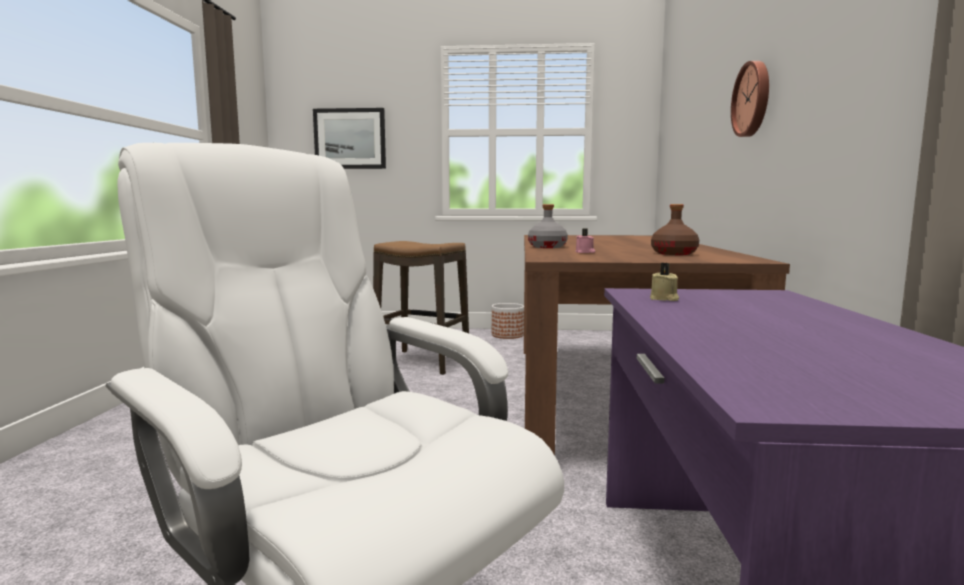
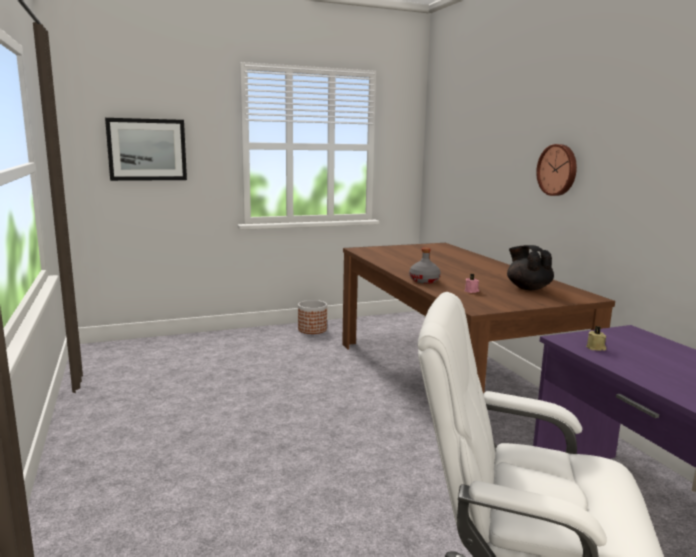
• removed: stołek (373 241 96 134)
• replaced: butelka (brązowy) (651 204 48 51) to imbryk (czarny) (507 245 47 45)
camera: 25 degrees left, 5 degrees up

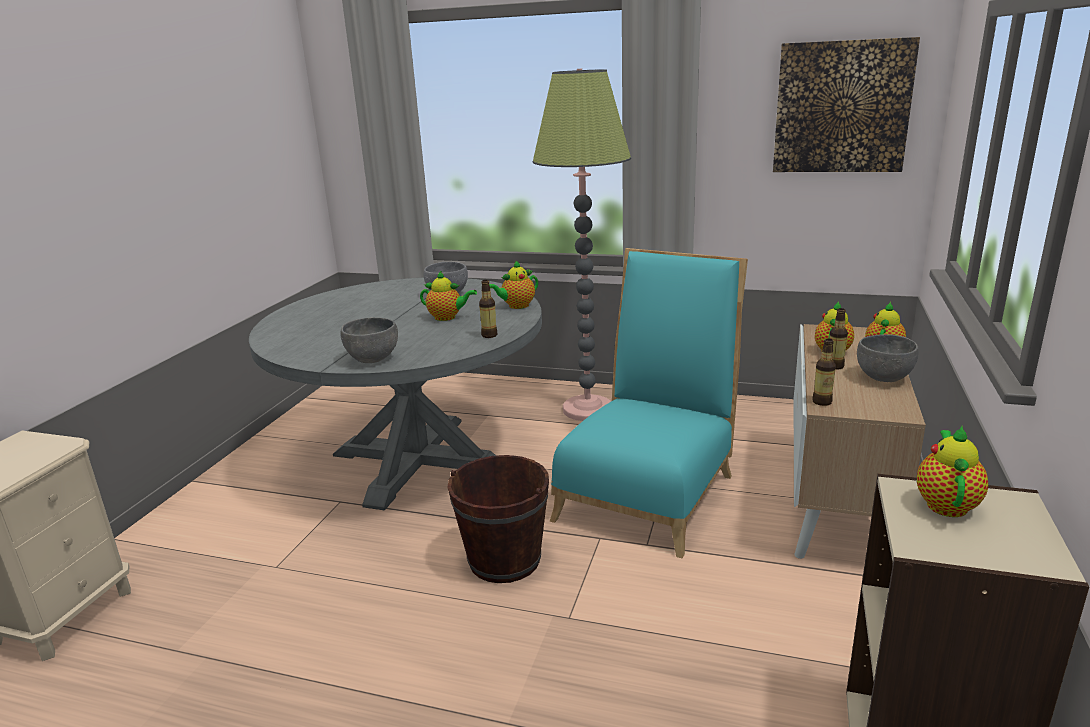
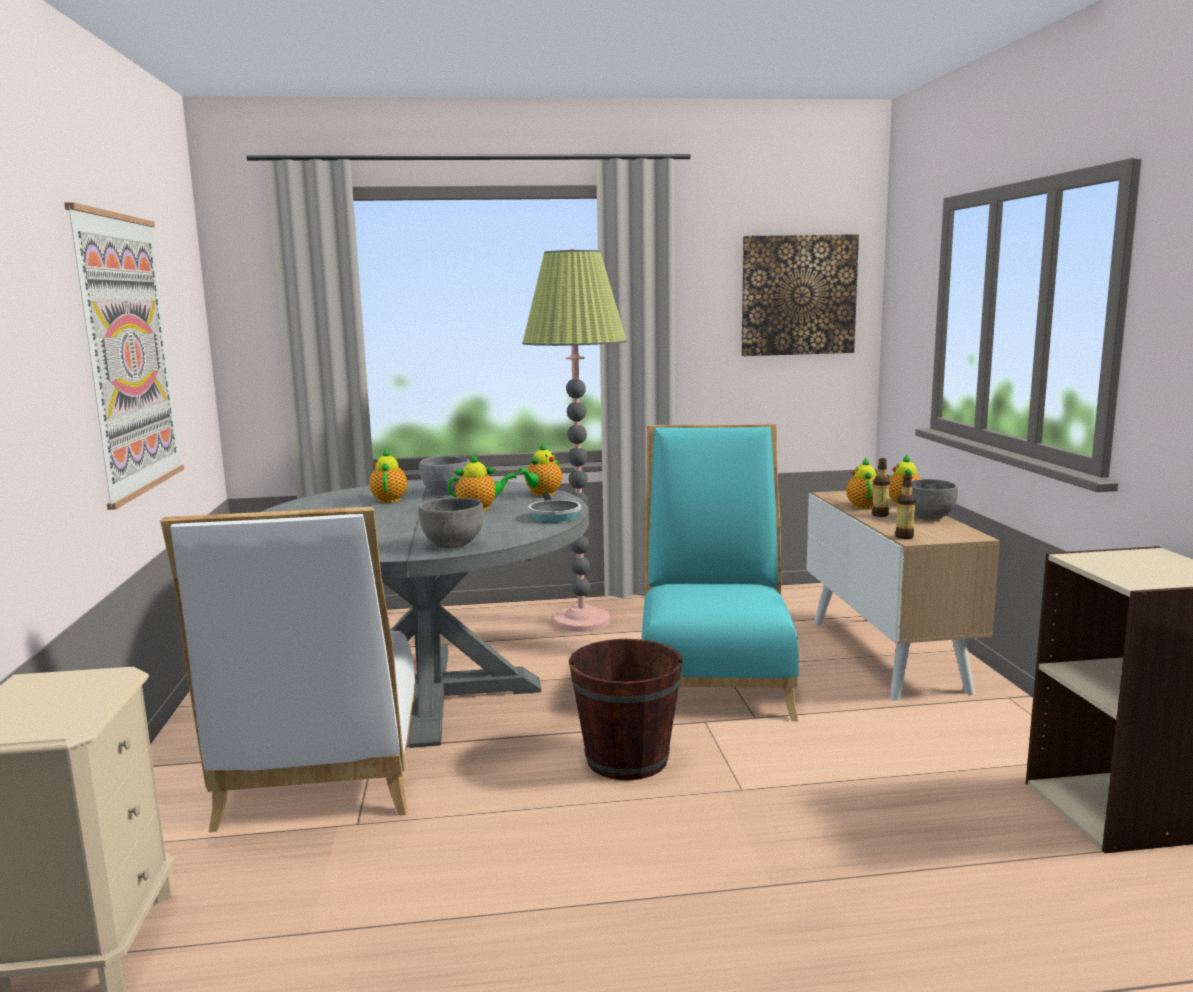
• added: obraz (64 202 120 308)
• added: krzesło (biały) (160 507 256 325)
• moved: imbryk (917 426 71 91) to (369 448 38 55)
• replaced: butelka (479 280 18 58) to patelnia (528 492 53 31)
camera: 25 degrees left, 10 degrees down

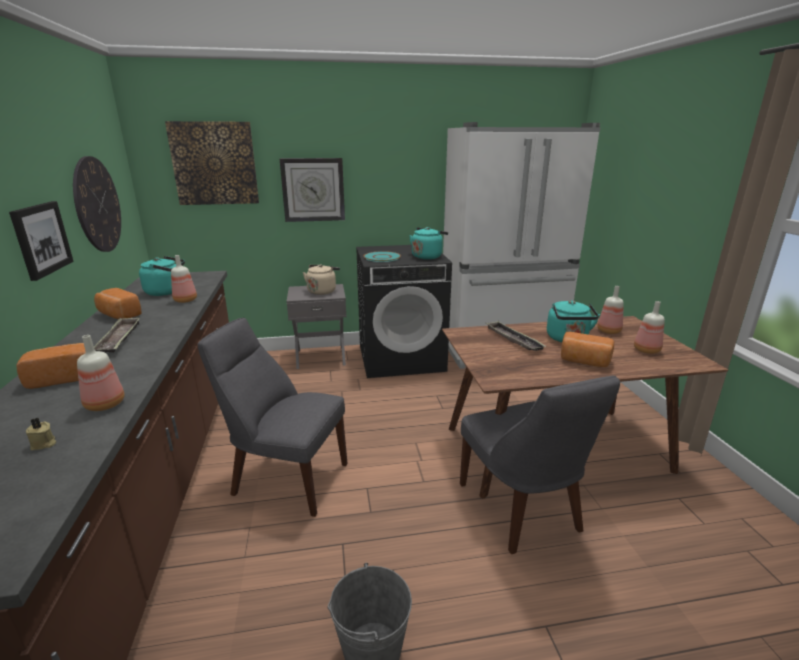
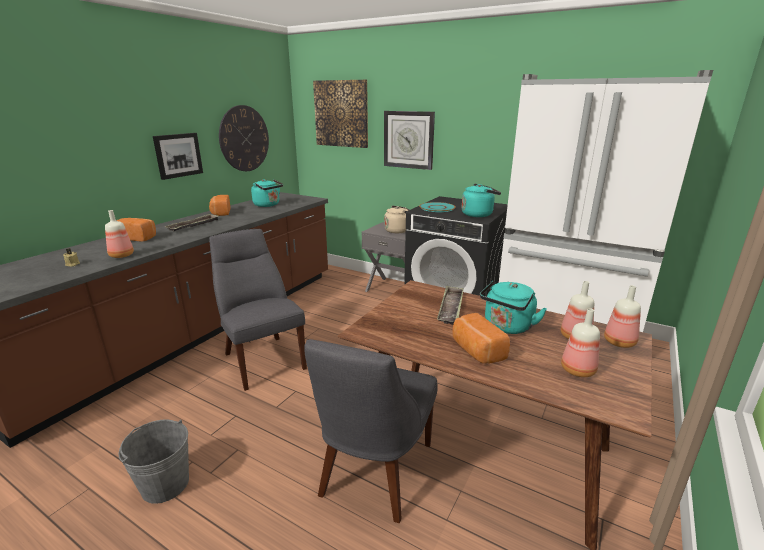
• moved: butelka (171 255 26 48) to (604 285 37 63)
camera: 40 degrees right, 0 degrees up

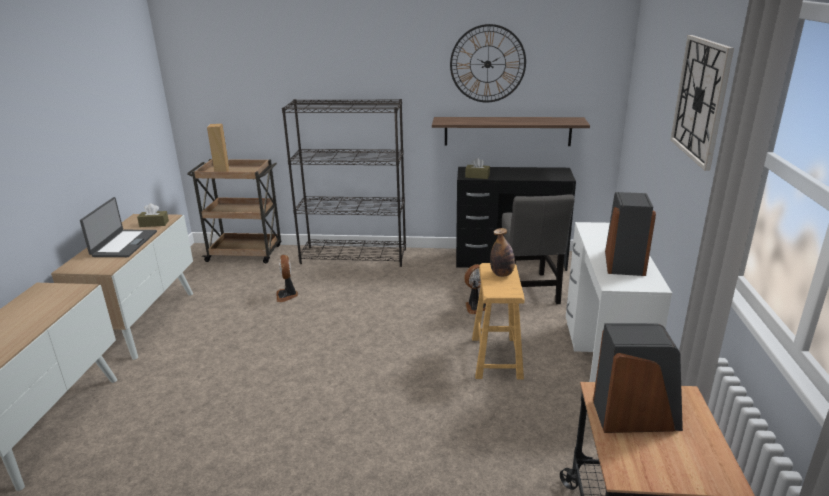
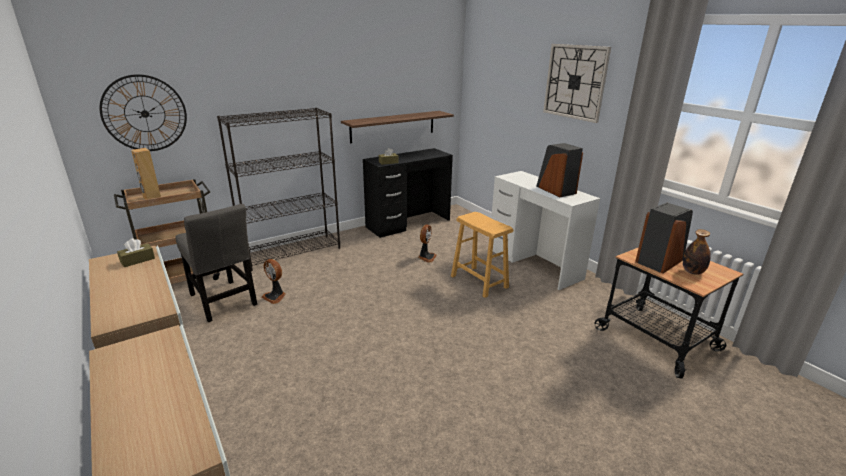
• removed: laptop (80 197 77 60)
• moved: zegar ścienny (450 24 76 79) to (99 74 88 77)
• moved: butelka (490 228 25 49) to (683 229 28 46)
• moved: krzesło (szary) (502 194 73 110) to (175 204 82 118)
camera: 40 degrees left, 0 degrees up

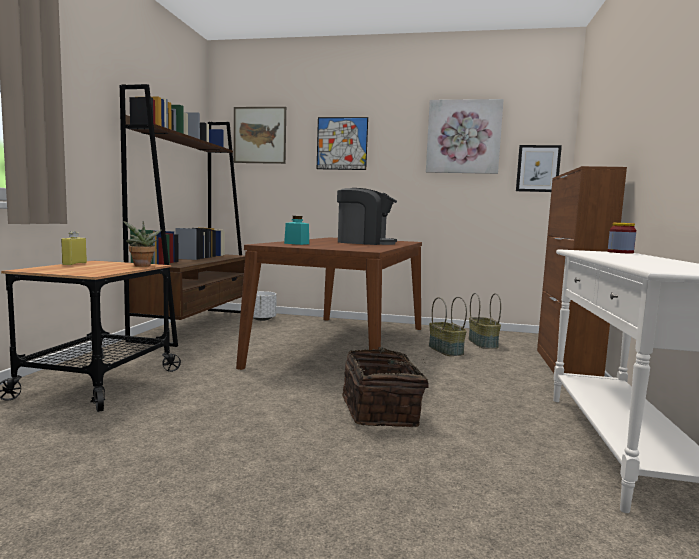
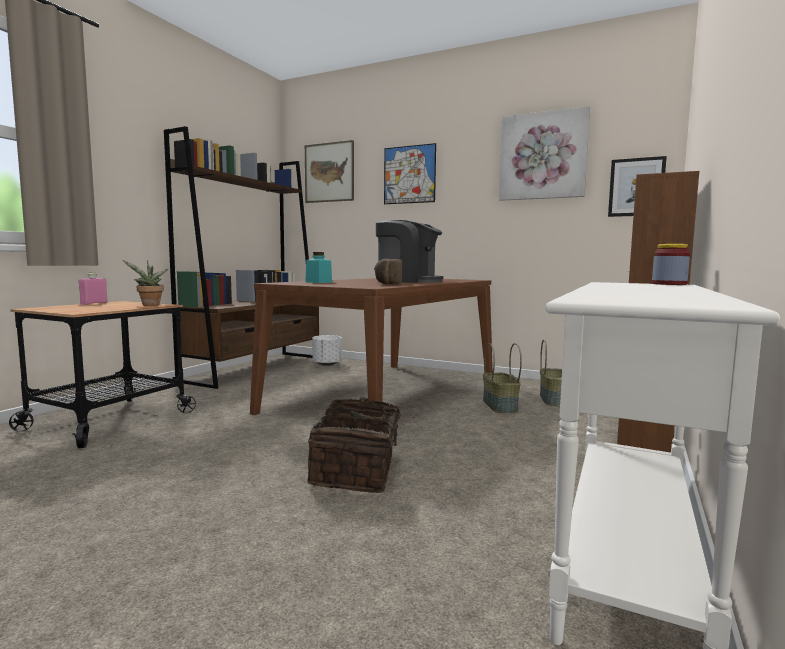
• added: chleb (374 259 28 25)
• recoloured: butelka (żółty) (61 231 26 34) to butelka (różowy) (79 272 29 33)
camera: 15 degrees right, 0 degrees up

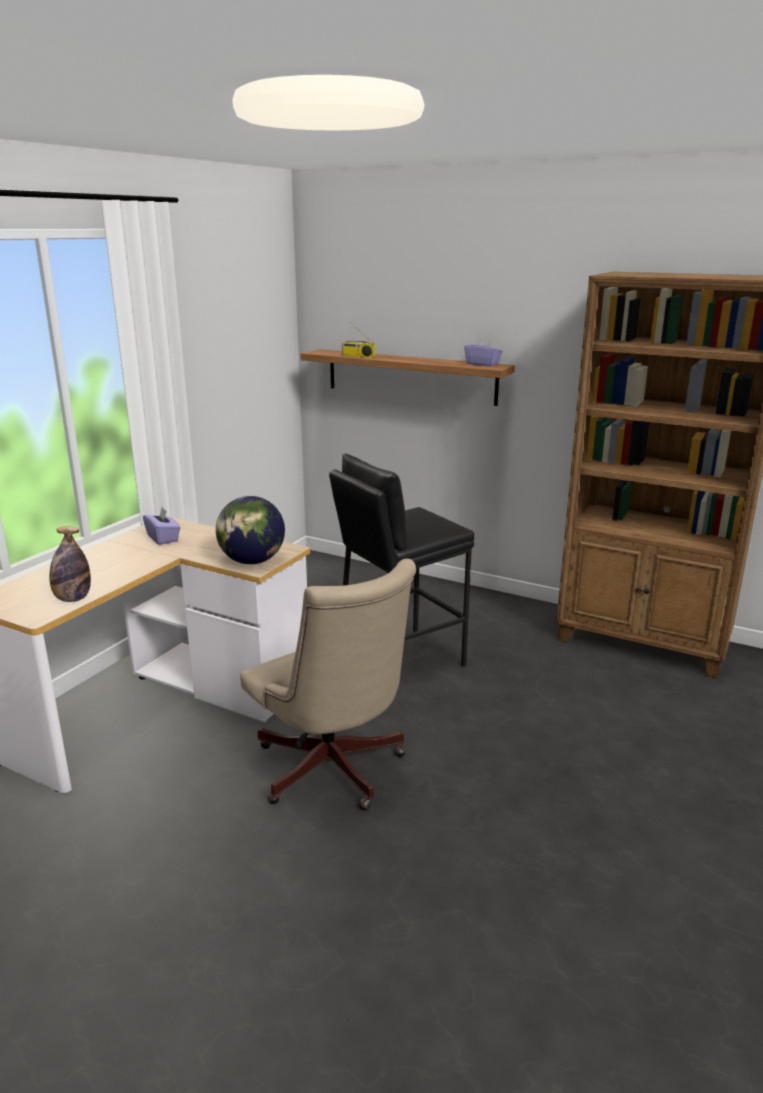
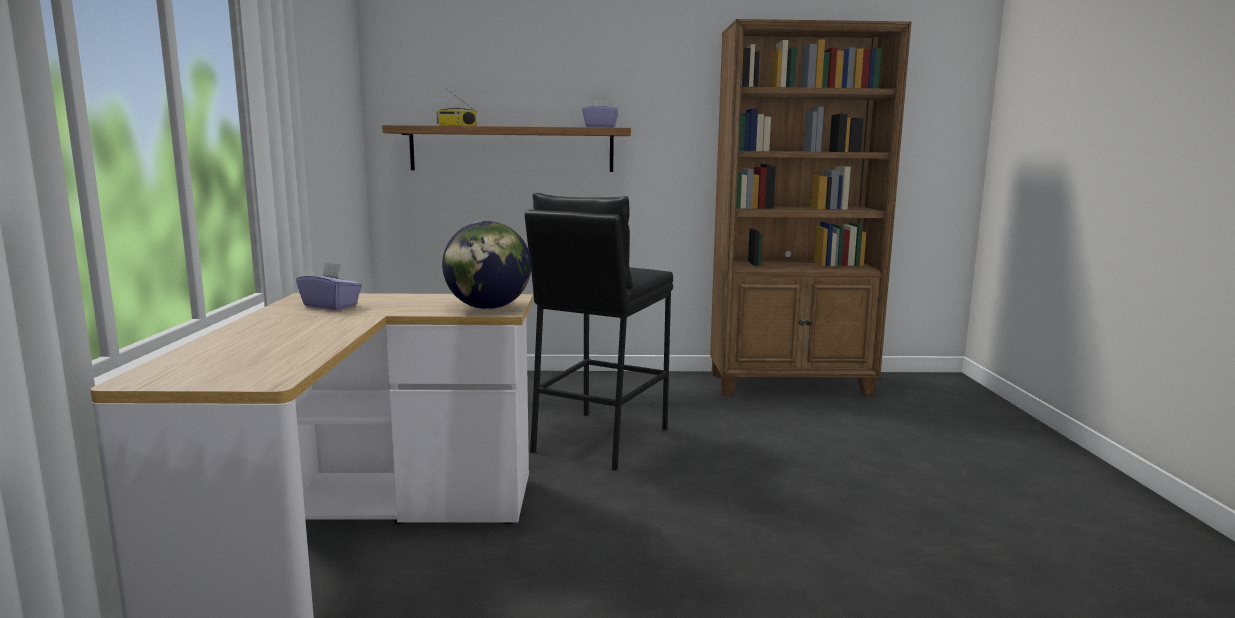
• removed: butelka (49 526 42 76)
• removed: krzesło biurowe (beżowy) (240 558 176 252)
camera: 30 degrees left, 10 degrees down

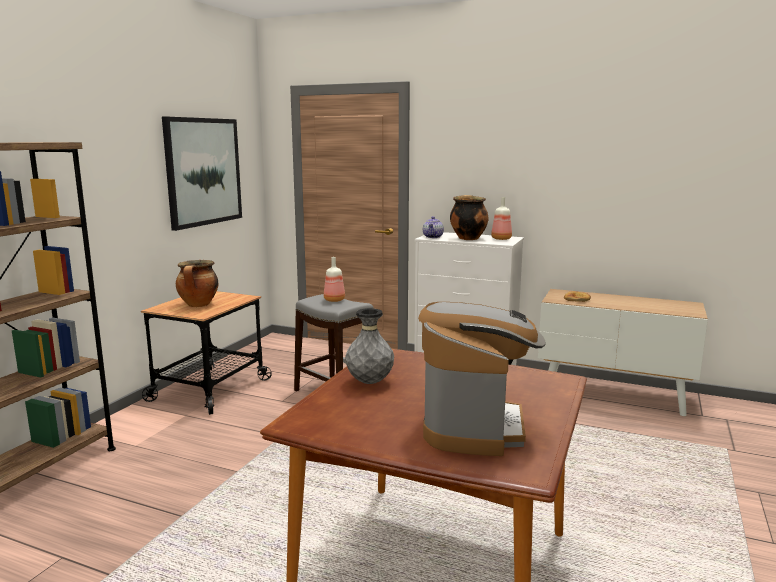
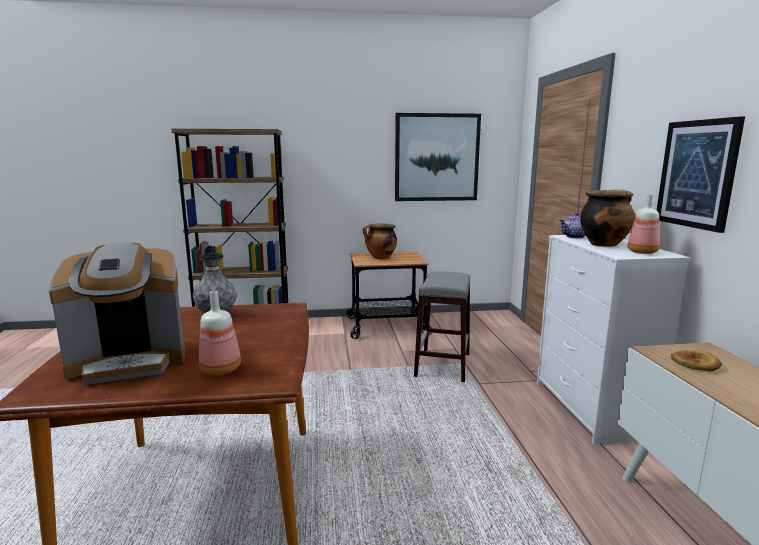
• added: obraz (657 116 88 117)
• moved: butelka (324 257 21 45) to (199 291 42 84)
camera: 60 degrees right, 0 degrees up

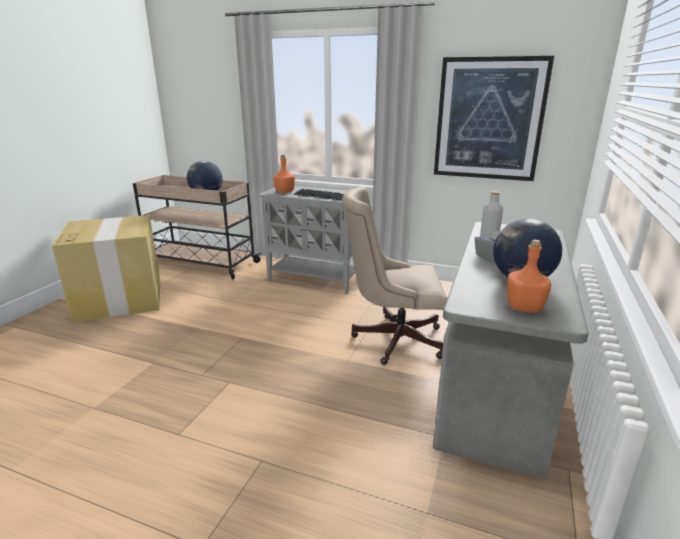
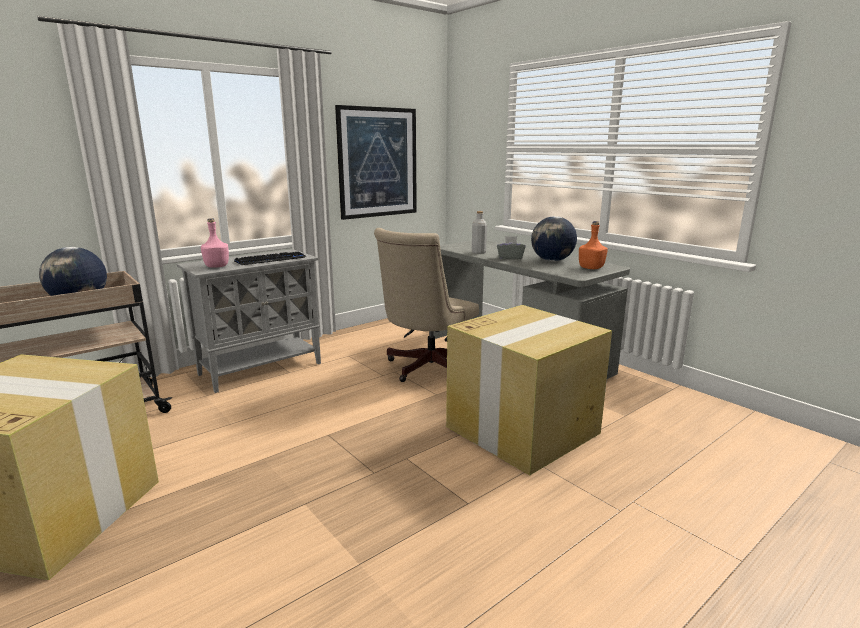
• added: karton (446 305 166 170)
• recoloured: butelka (pomarańczowy) (273 155 22 38) to butelka (różowy) (201 218 28 50)
camera: 60 degrees left, 5 degrees down

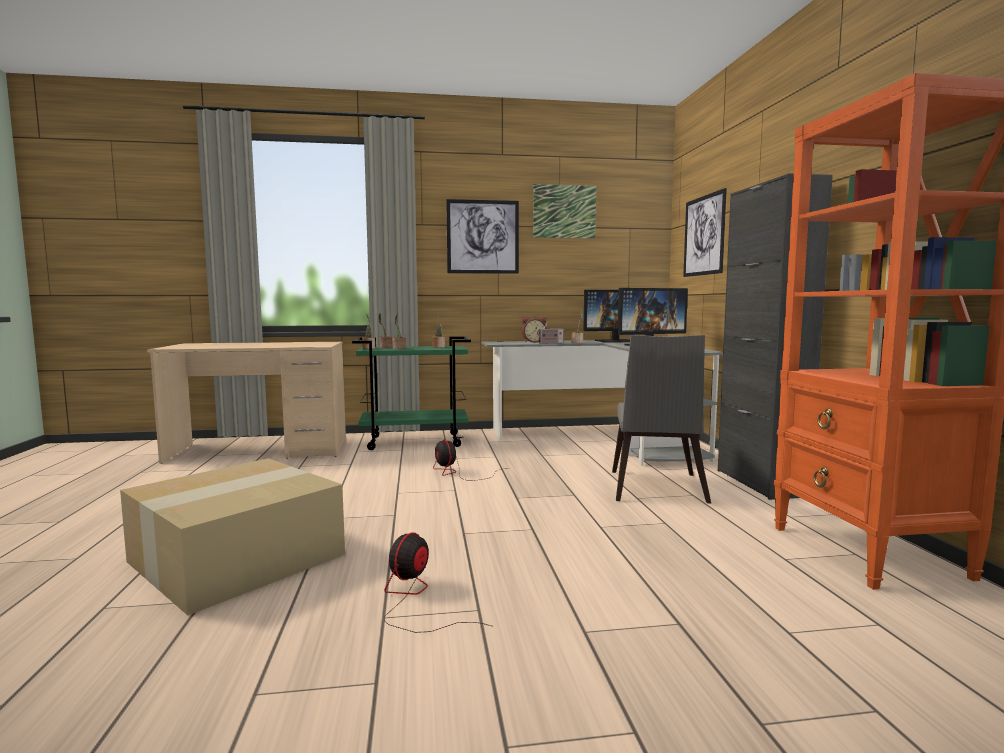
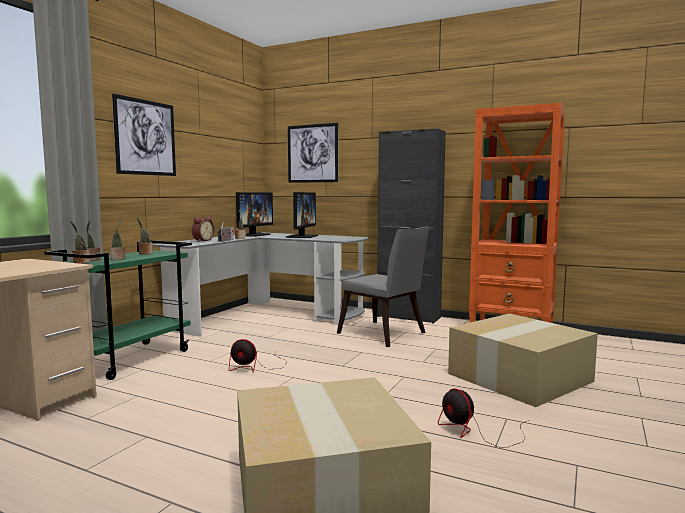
• removed: obraz (533 184 63 55)
• added: karton (448 313 150 94)
camera: 55 degrees left, 0 degrees up

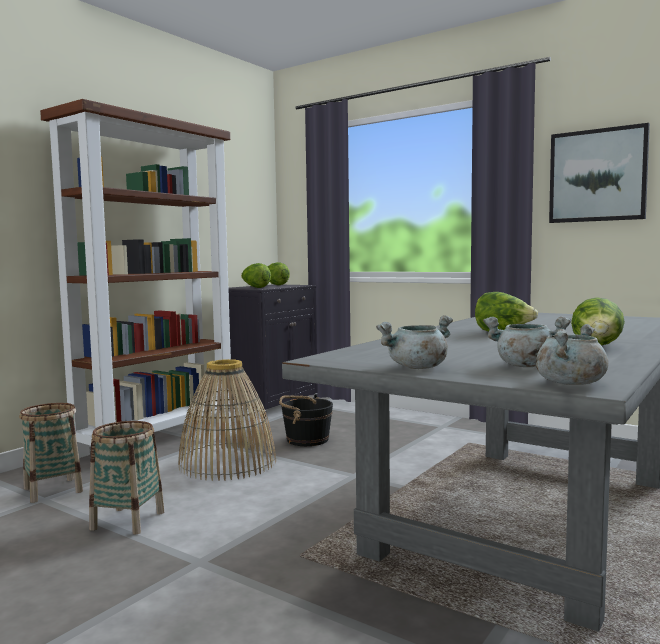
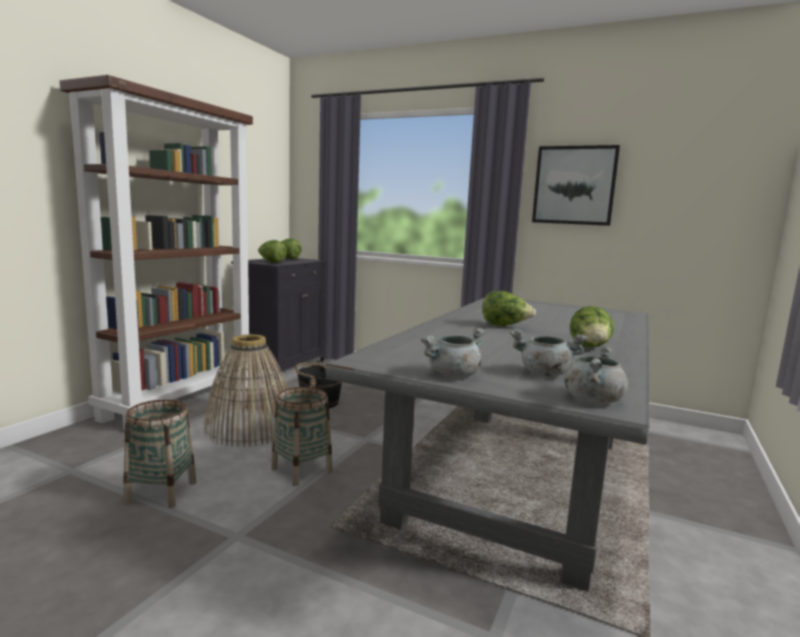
• moved: koszyk (19 403 64 100) to (271 387 62 99)
camera: 10 degrees left, 5 degrees up

